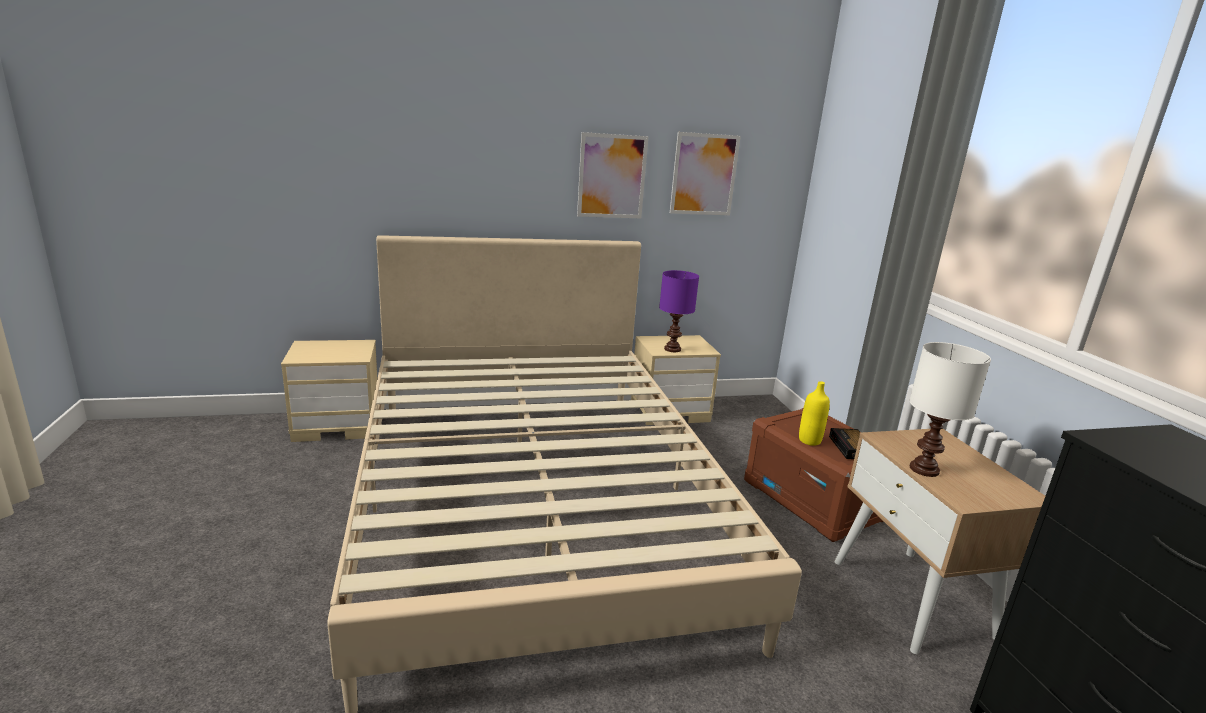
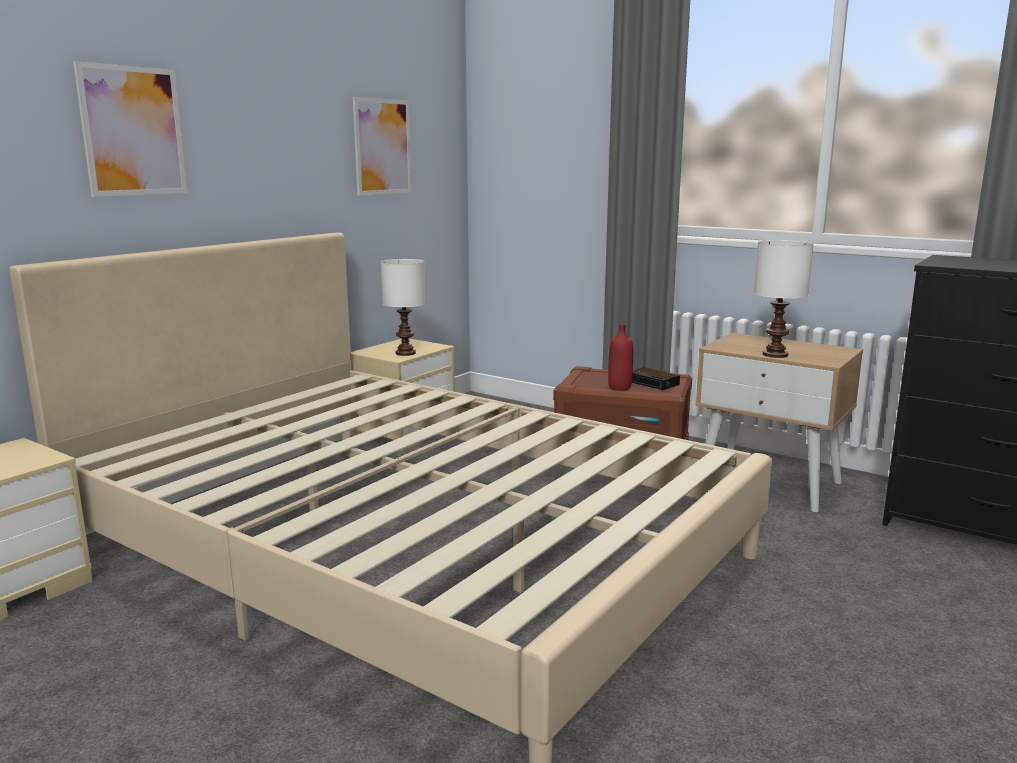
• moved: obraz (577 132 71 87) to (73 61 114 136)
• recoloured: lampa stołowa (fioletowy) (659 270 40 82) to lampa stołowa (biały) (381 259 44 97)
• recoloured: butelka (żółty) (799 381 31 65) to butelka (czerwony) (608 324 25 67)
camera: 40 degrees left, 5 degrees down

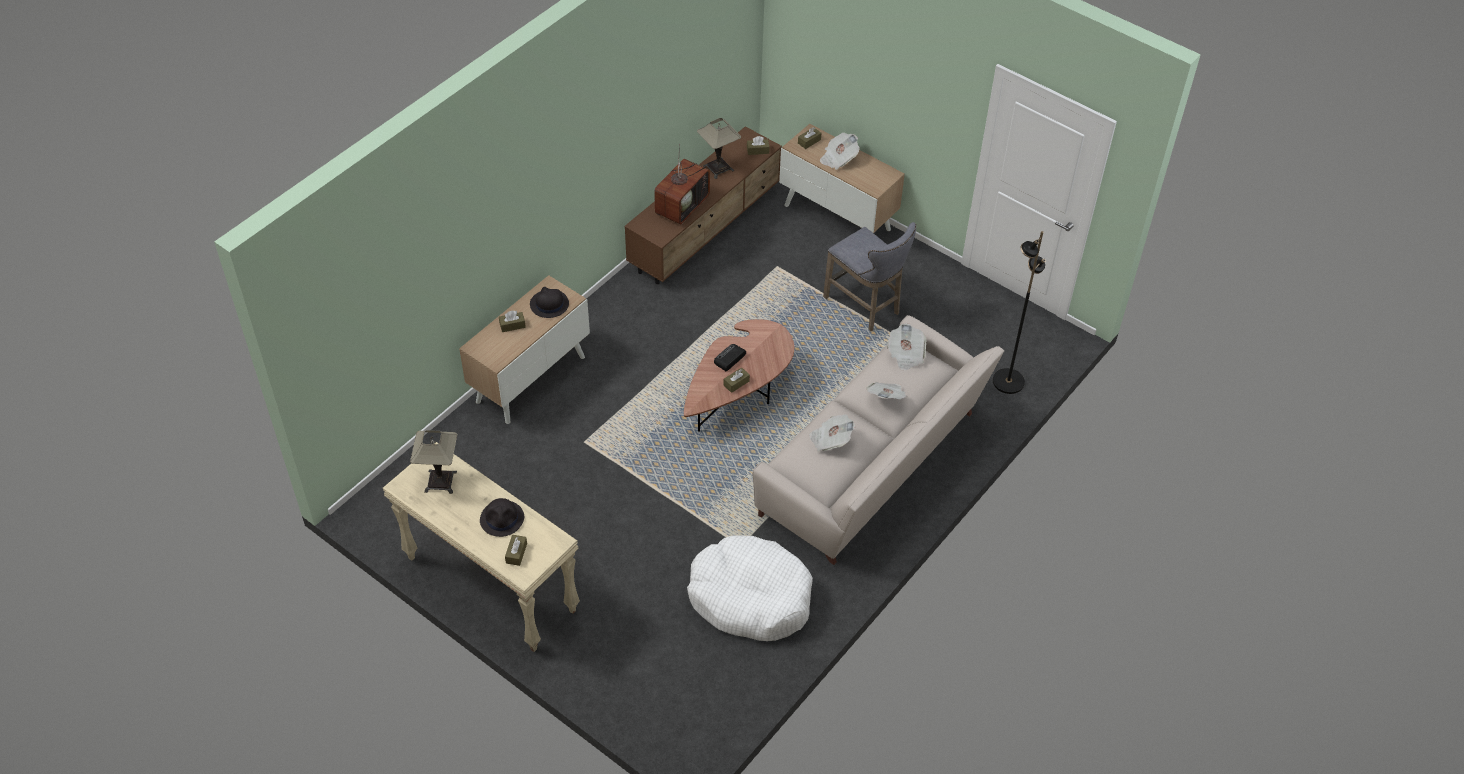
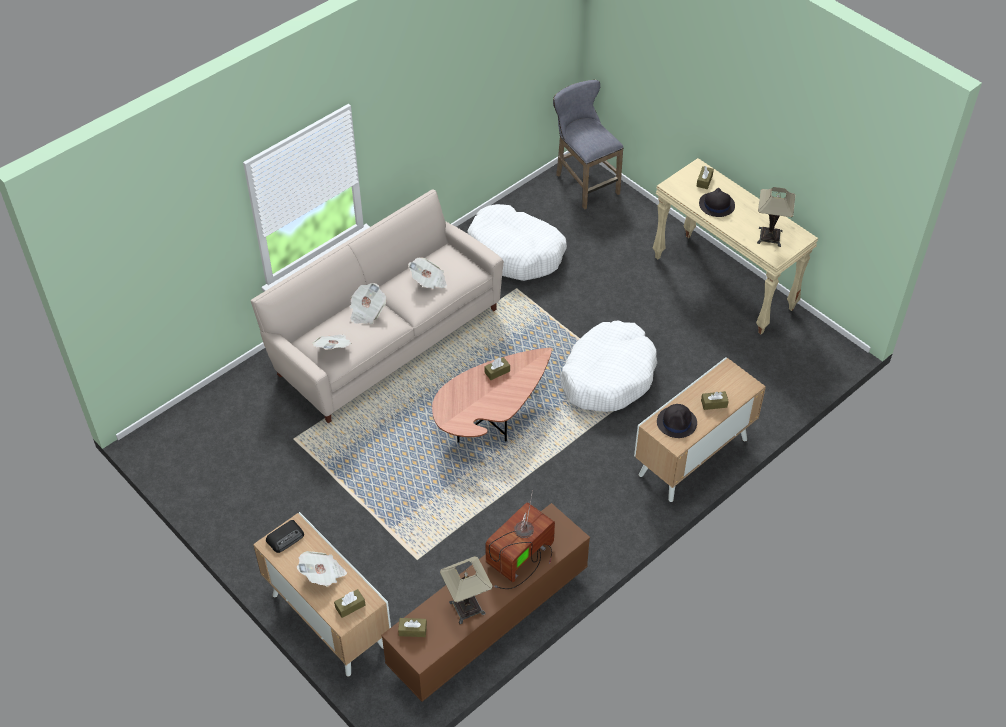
• removed: lampa stojąca (czarny) (993 231 53 163)
• added: legowisko (biały) (560 321 97 91)
• moved: radio (714 344 32 27) to (266 520 38 33)
• moved: stołek (szary) (823 222 93 109) to (553 80 71 130)
camera: 170 degrees left, 0 degrees up

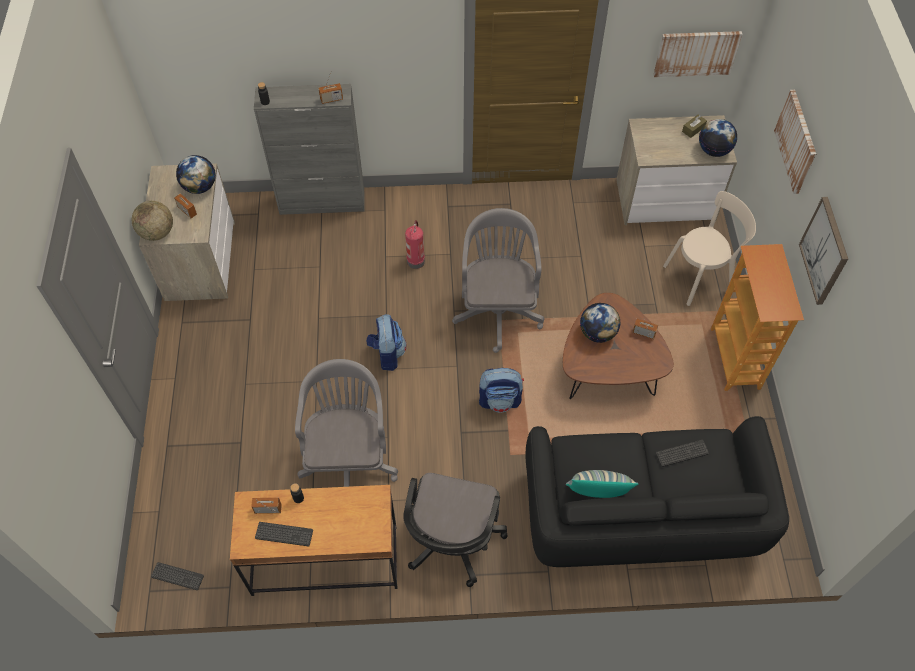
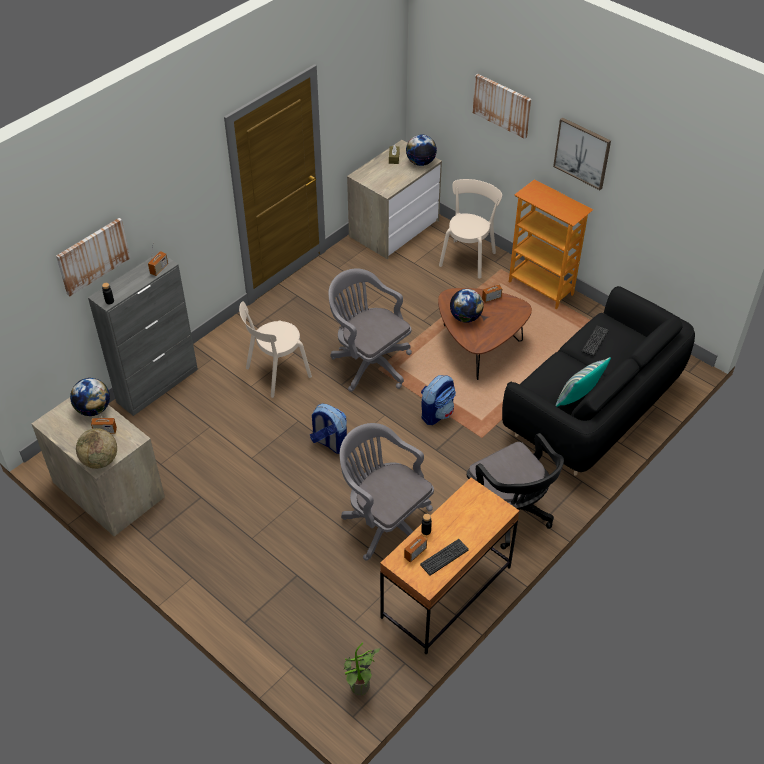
• moved: obraz (654 31 88 46) to (56 218 74 78)
• replaced: klawiatura (151 562 53 28) to roślina doniczkowa (344 642 37 54)
• replaced: gaśnica (405 220 20 49) to krzesło (beżowy) (239 302 73 96)
camera: 45 degrees left, 10 degrees down

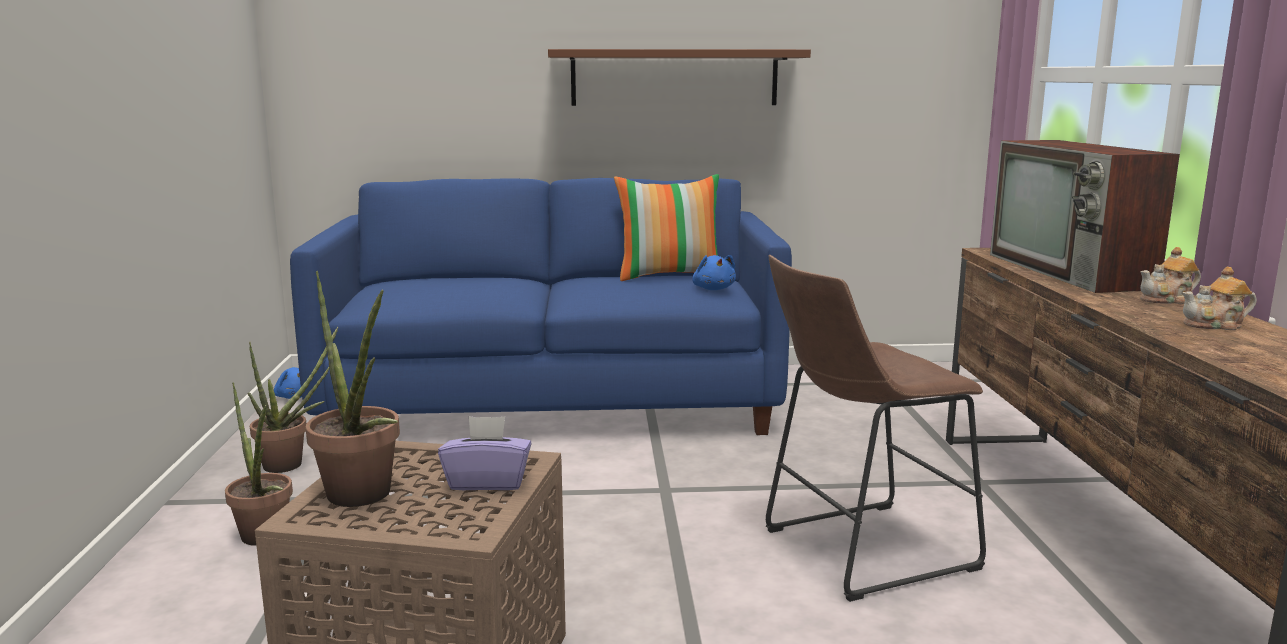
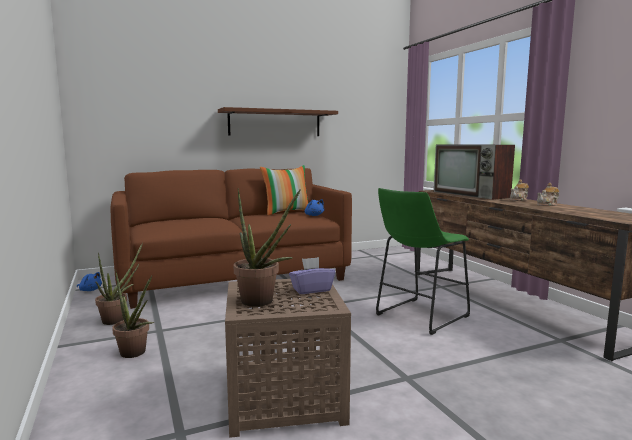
• recoloured: kanapa (niebieski) (290 178 502 257) to kanapa (brązowy) (111 168 241 141)
• recoloured: stołek (brązowy) (766 255 220 347) to stołek (zielony) (376 188 94 147)
camera: 20 degrees left, 5 degrees down

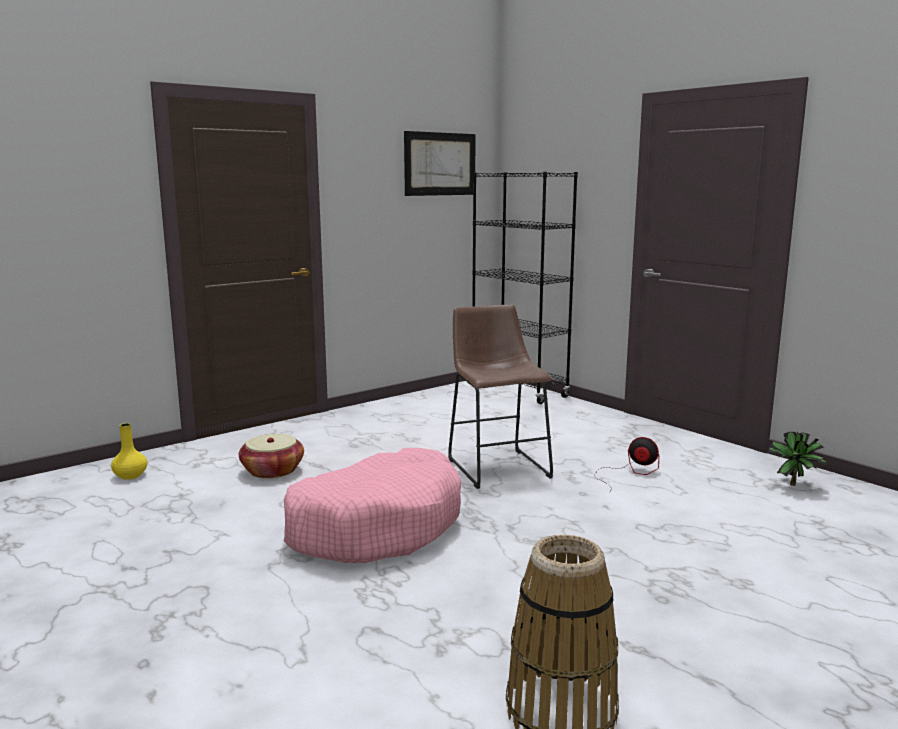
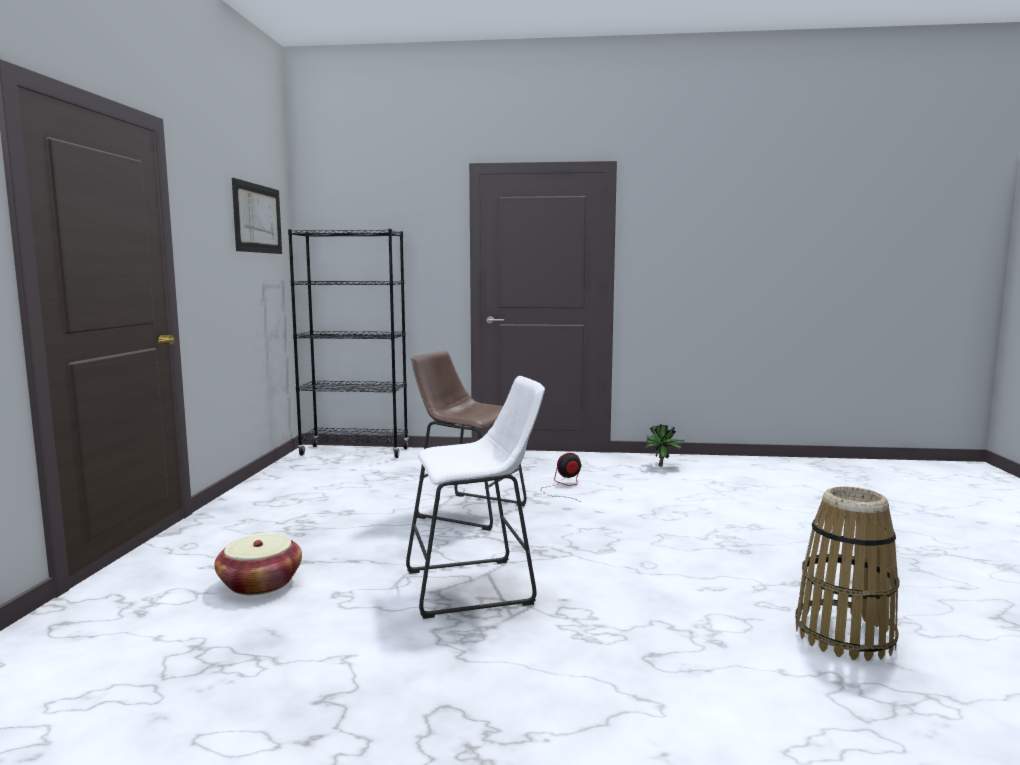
• removed: wazon (żółty) (111 423 36 57)
• replaced: legowisko (różowy) (284 448 177 115) to stołek (biały) (406 376 139 243)
camera: 45 degrees left, 5 degrees down

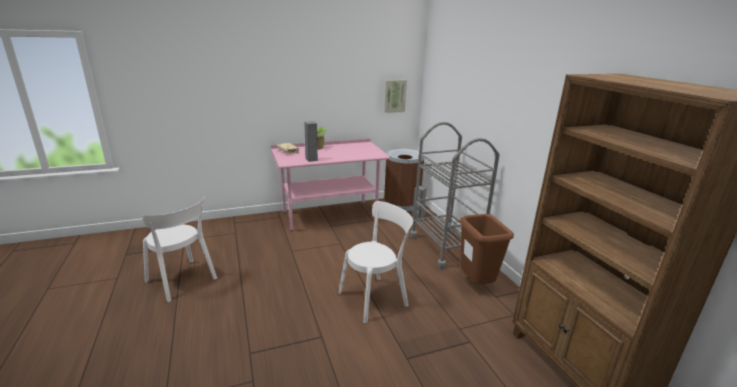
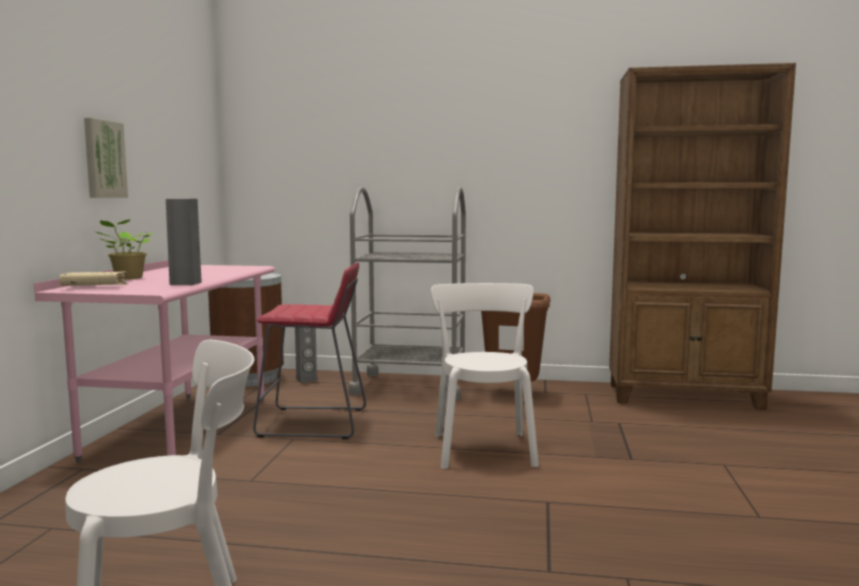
• added: stołek (czerwony) (253 263 113 176)
• moved: obraz (384 80 23 33) to (84 118 44 80)
camera: 60 degrees left, 15 degrees down

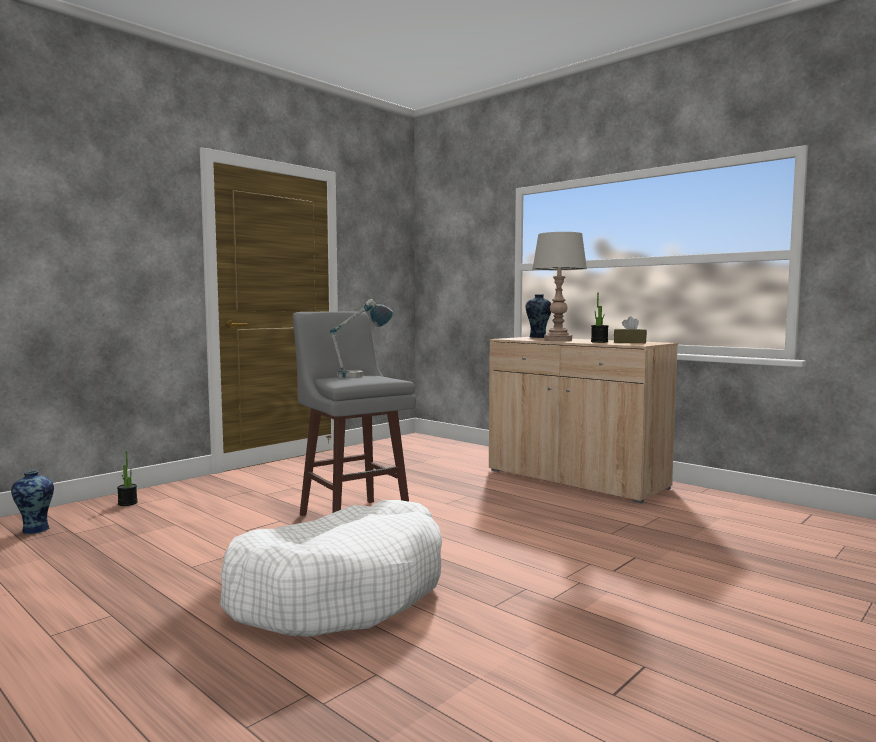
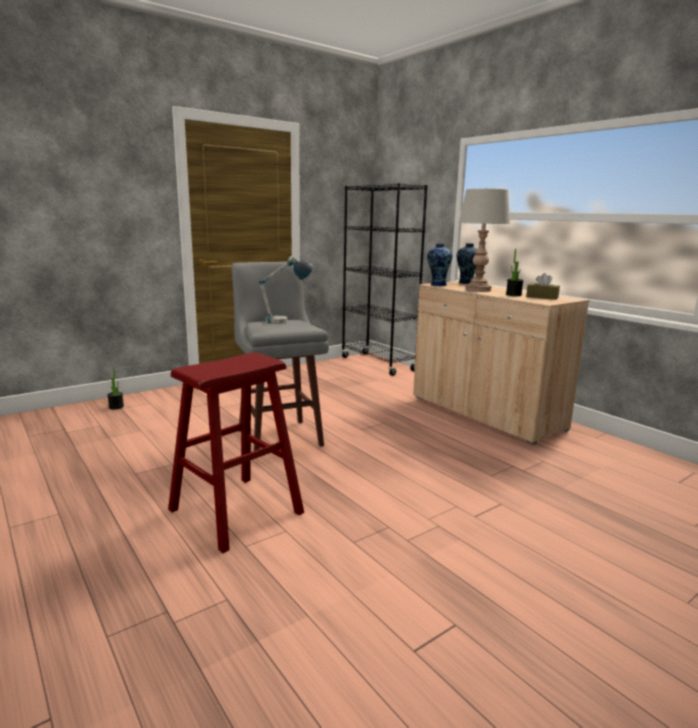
• added: regał (czarny) (341 183 87 193)
• moved: wazon (11 471 43 63) to (427 244 26 42)
• replaced: legowisko (biały) (220 500 222 137) to stołek (czerwony) (168 353 136 200)
camera: 10 degrees right, 10 degrees up

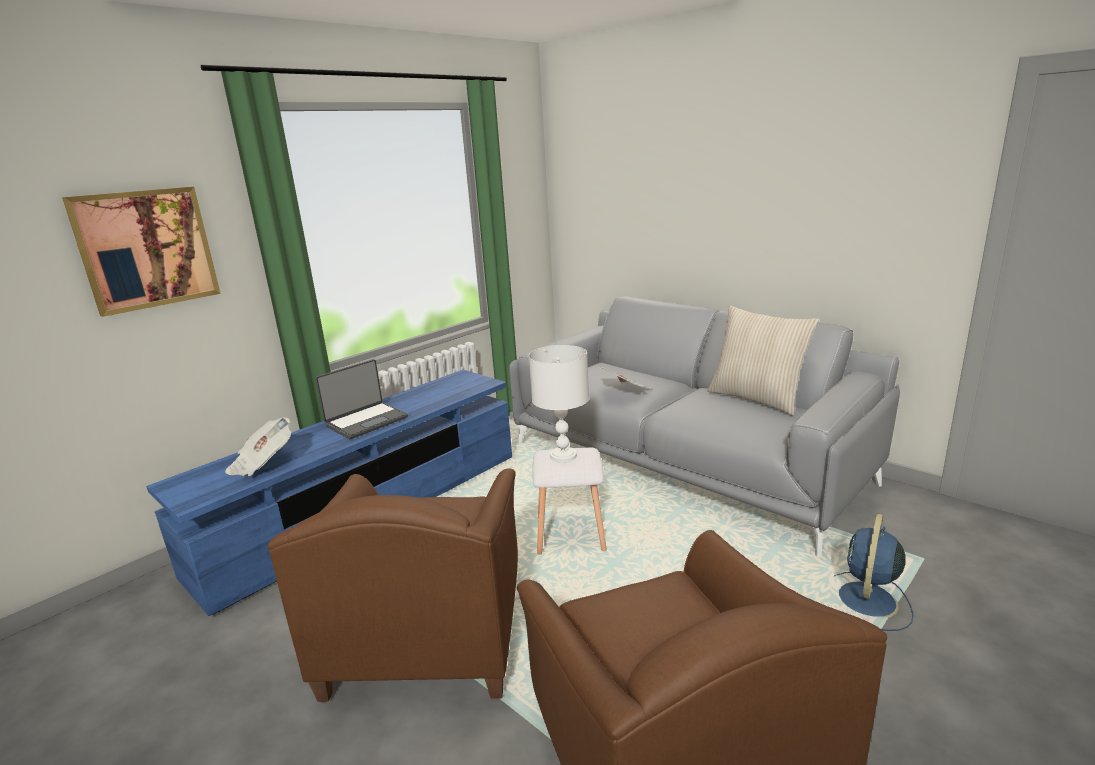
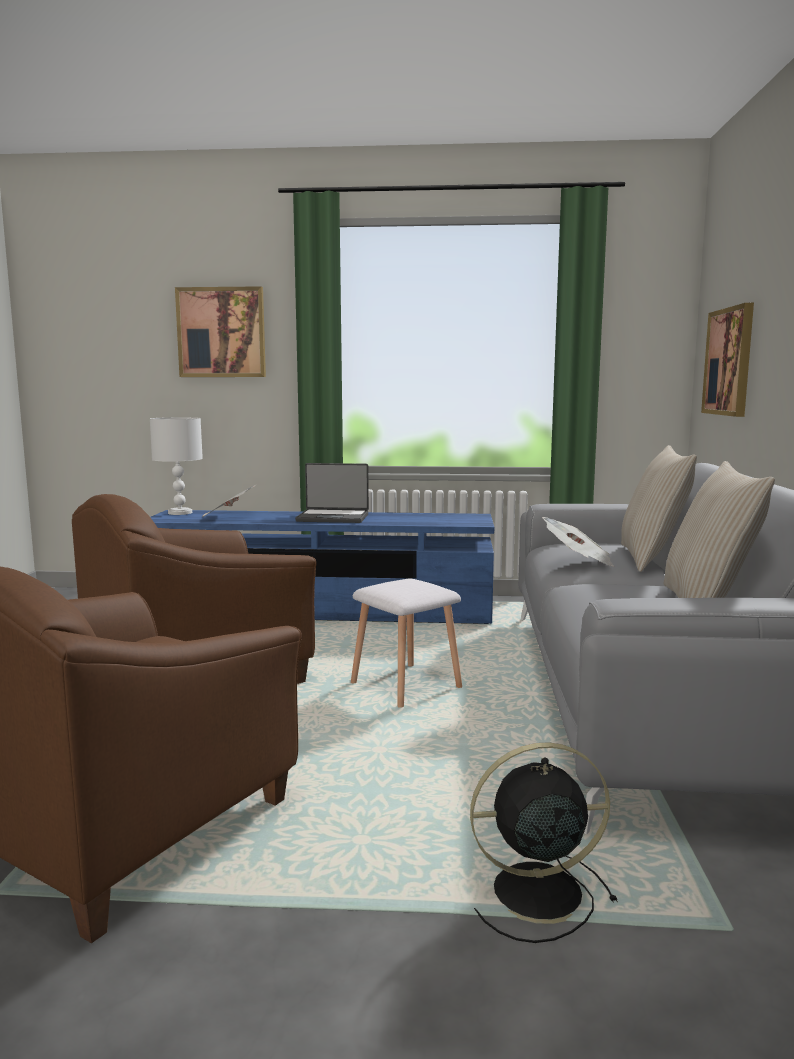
• added: poduszka (beżowy) (621 445 76 127)
• added: obraz (701 303 53 114)
• moved: lampa stołowa (biały) (529 345 60 117) to (150 417 53 98)
• recoloured: wentylator (niebieski) (833 513 80 118) to wentylator (czarny) (470 742 148 201)
camera: 50 degrees right, 10 degrees down

